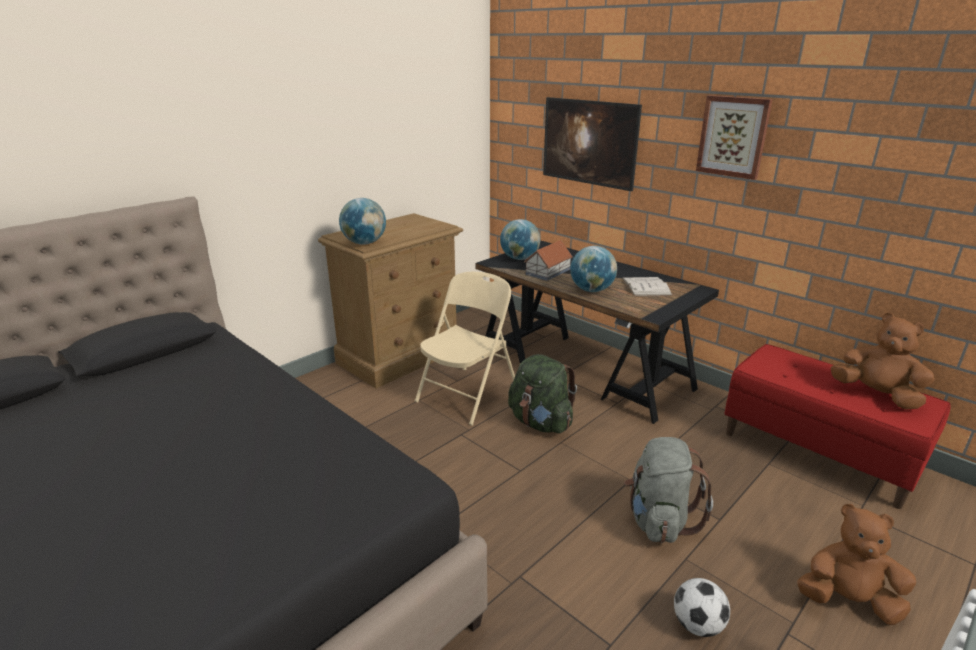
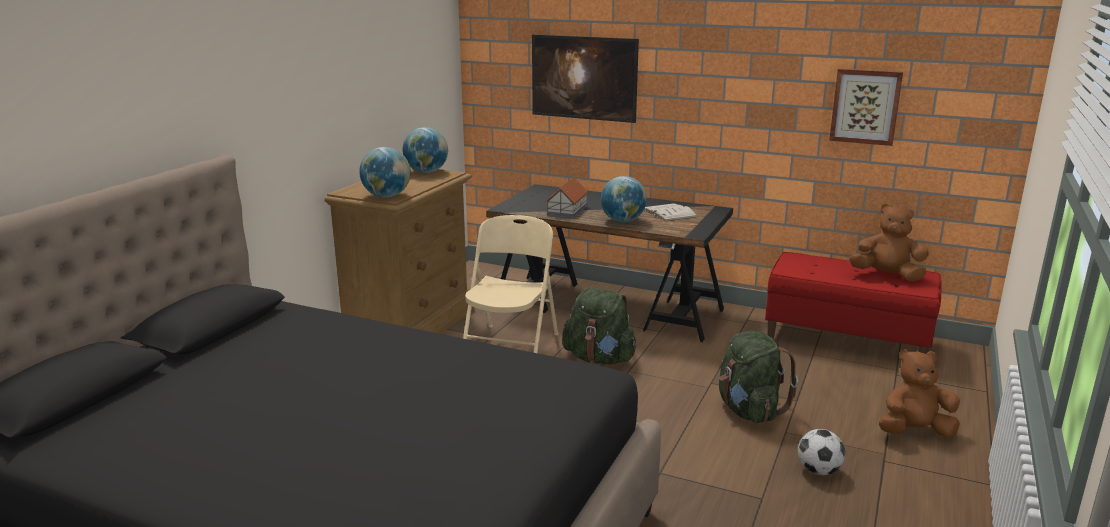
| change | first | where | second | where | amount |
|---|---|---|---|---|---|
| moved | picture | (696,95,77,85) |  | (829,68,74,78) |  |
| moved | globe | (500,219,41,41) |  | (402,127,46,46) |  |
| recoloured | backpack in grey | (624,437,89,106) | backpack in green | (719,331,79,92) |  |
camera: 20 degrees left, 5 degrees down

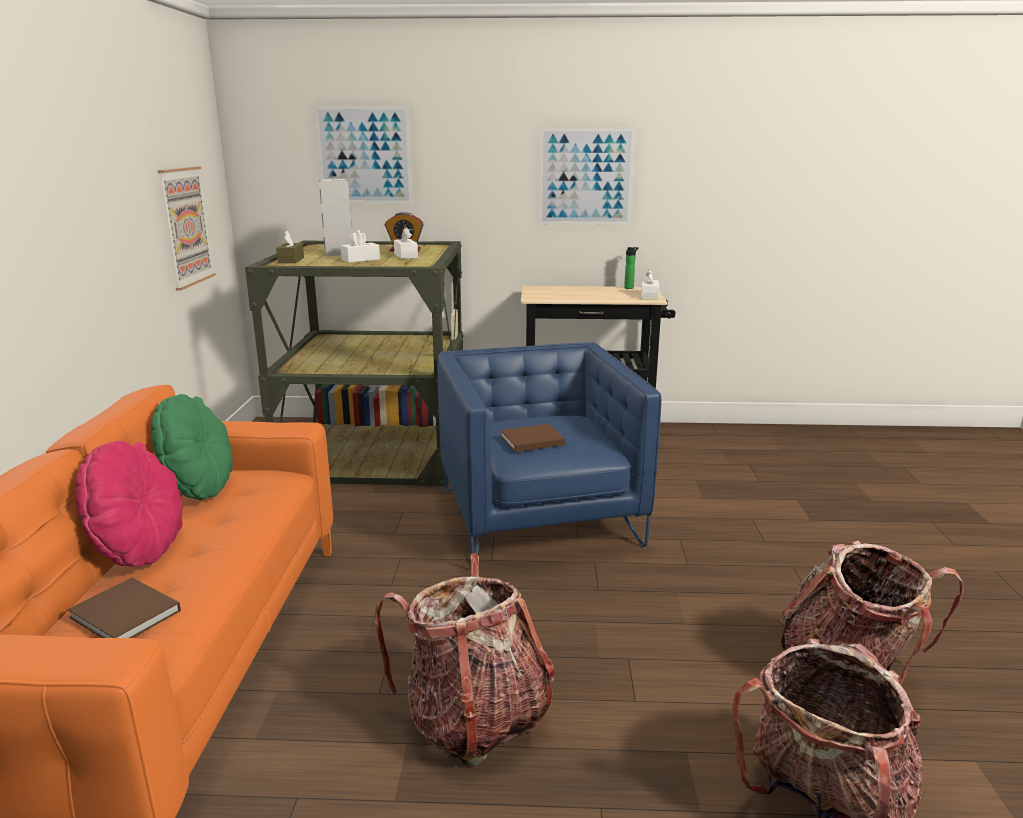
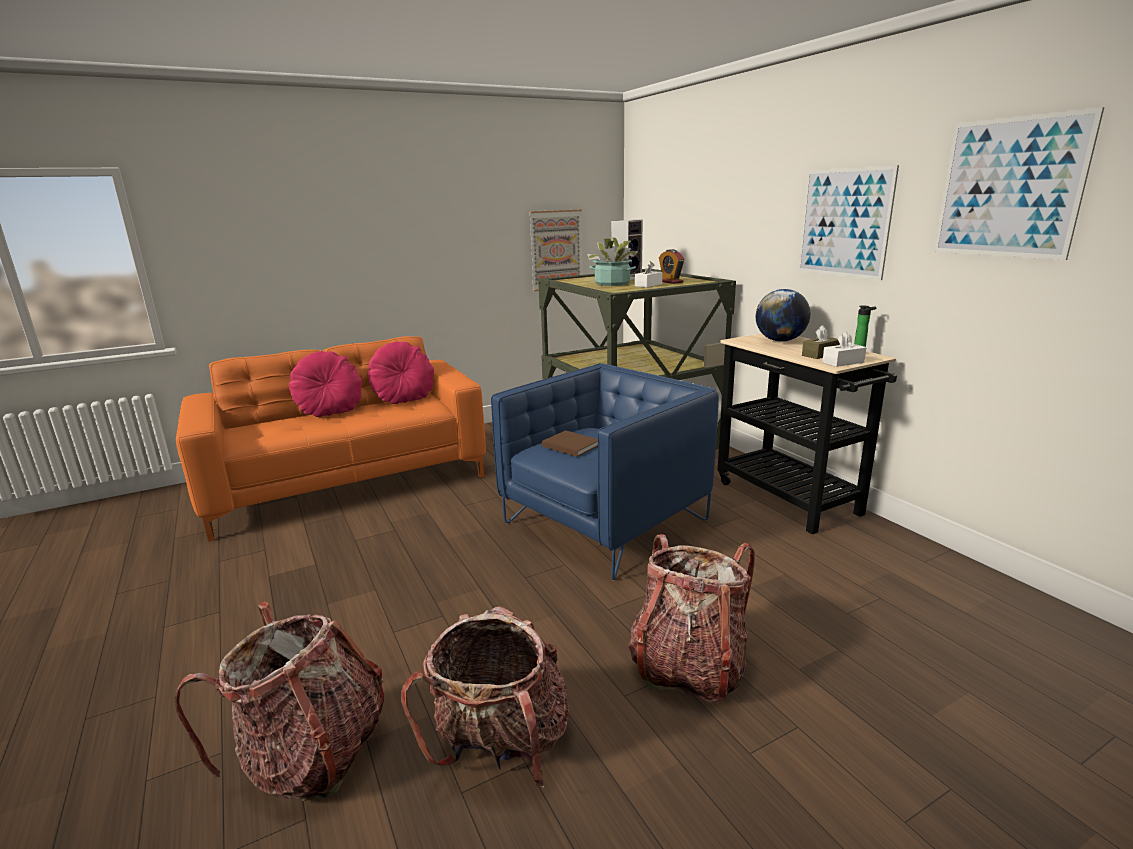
| change | first | where | second | where | amount |
|---|---|---|---|---|---|
| moved | picture | (314,106,99,98) |  | (933,107,171,153) |  |
| replaced | tissue box in white | (340,230,40,33) | potted plant | (587,237,51,49) |  |
| moved | tissue box in brown | (276,231,28,32) |  | (802,325,38,34) |  |
| recoloured | pillow in green | (151,394,82,106) | pillow in pink | (367,341,67,63) |  |
| moved | backpack | (375,553,179,213) |  | (628,534,127,168) |  |
| removed | book in brown | (67,578,114,60) |  |  |  |
| added |  |  | globe | (756,289,54,53) |  |
camera: 60 degrees right, 0 degrees up

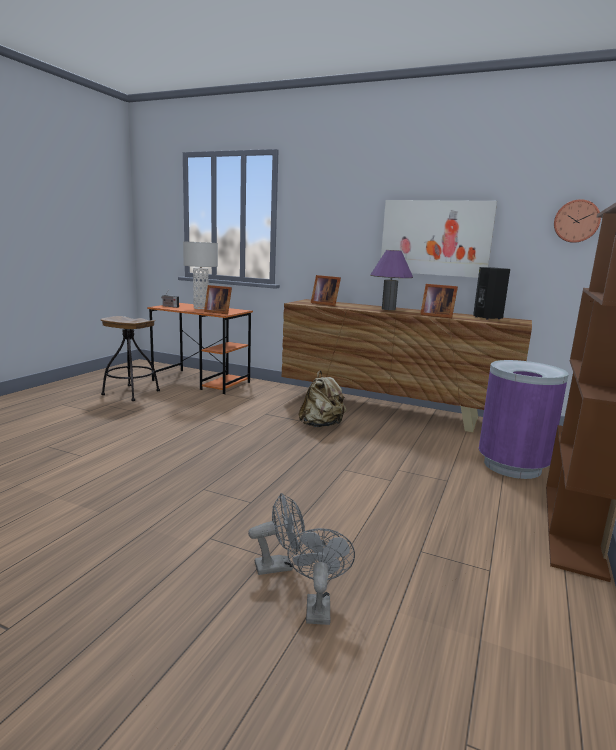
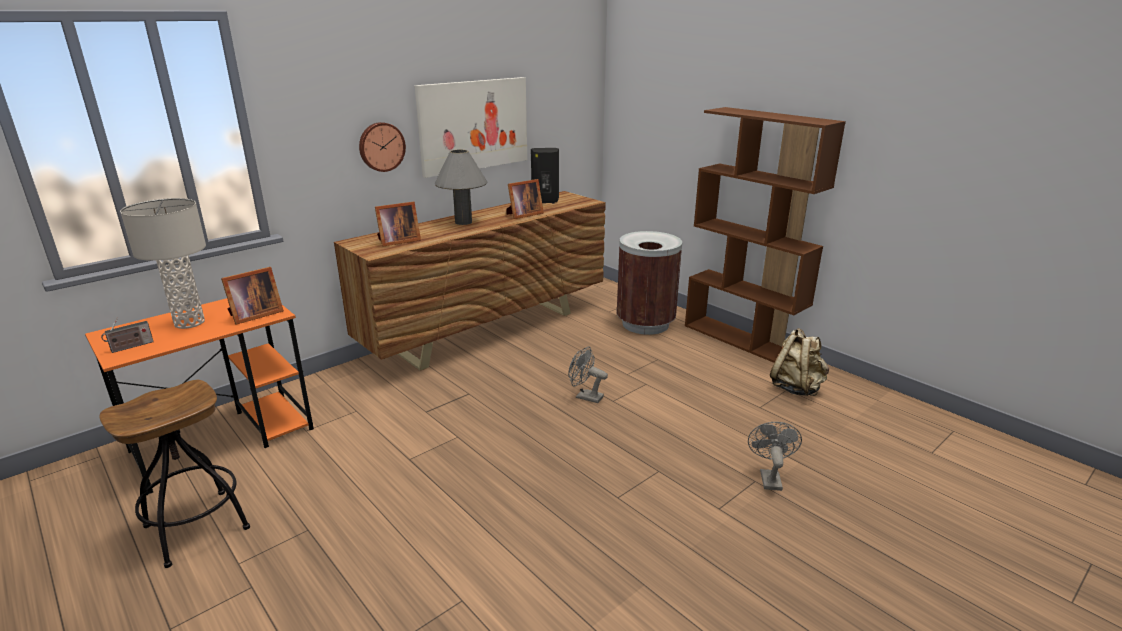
| change | first | where | second | where | amount |
|---|---|---|---|---|---|
| moved | wall clock | (554,199,47,44) |  | (359,122,47,50) |  |
| recoloured | table lamp in purple | (370,250,43,60) | table lamp in grey | (435,150,52,75) |  |
| recoloured | trash can in purple | (479,360,90,119) | trash can in brown | (617,231,65,104) |  |
| moved | backpack in beige | (299,371,47,56) |  | (770,328,59,68) |  |
| moved | fan in grey | (287,528,68,97) |  | (568,347,40,56) |  |
camera: 65 degrees left, 10 degrees up

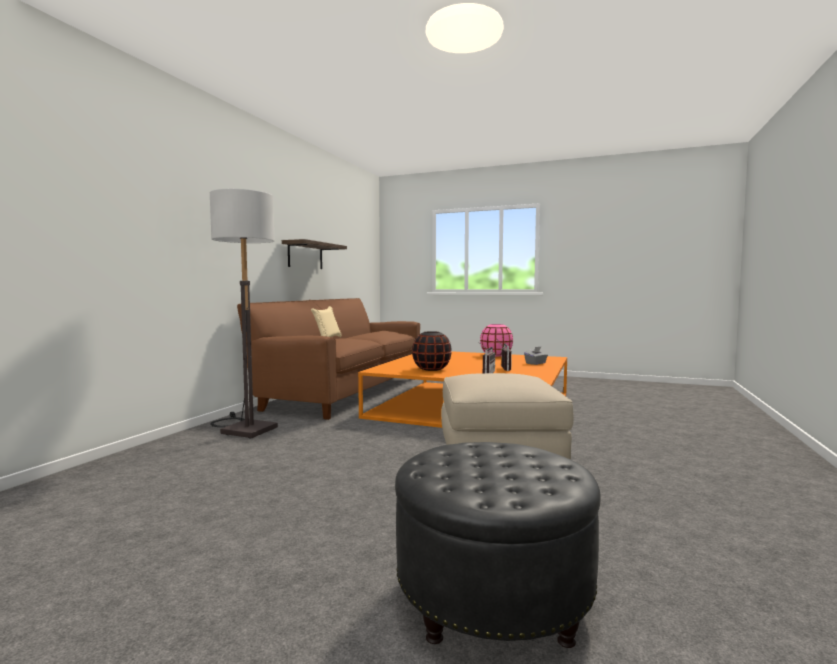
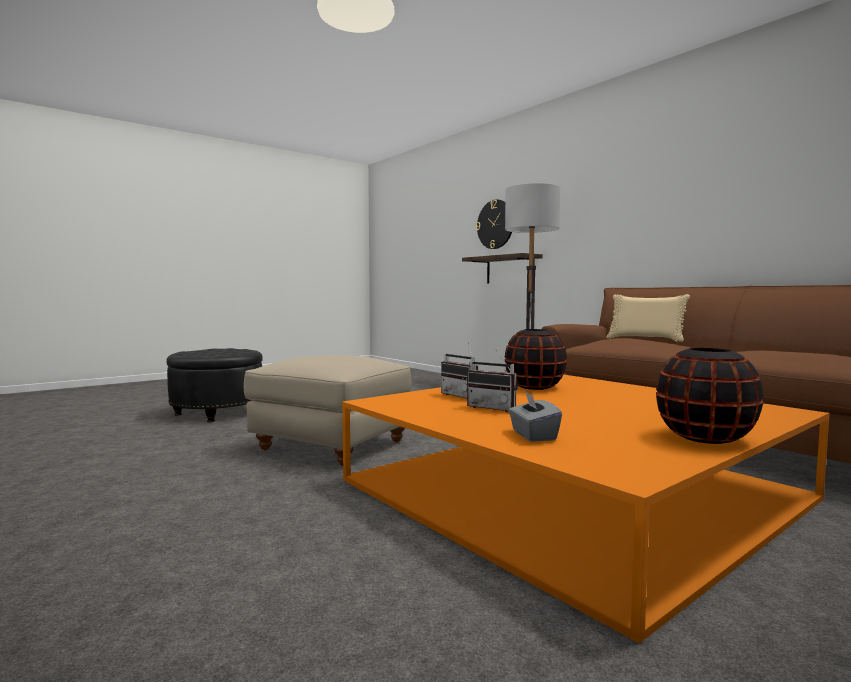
| change | first | where | second | where | amount |
|---|---|---|---|---|---|
| moved | shelf | (282,239,65,30) |  | (462,253,81,31) |  |
| recoloured | vase in pink | (480,324,33,32) | vase in black | (656,348,108,96) |  |
| added |  |  | wall clock | (476,200,36,49) |  |
camera: 120 degrees right, 0 degrees up

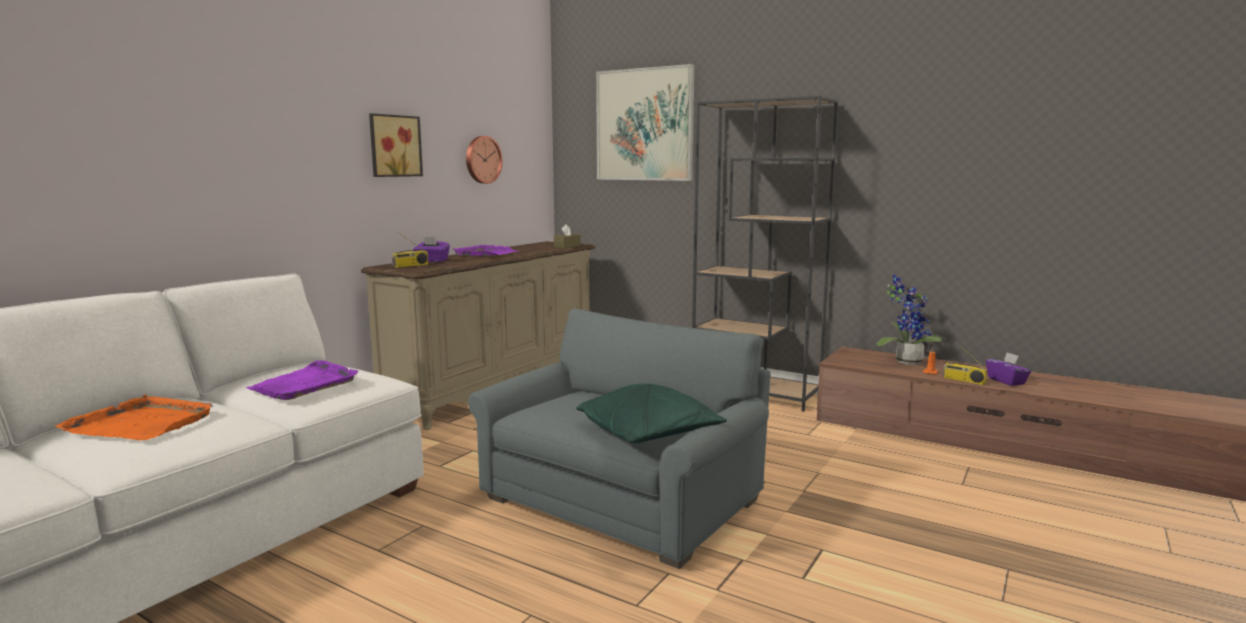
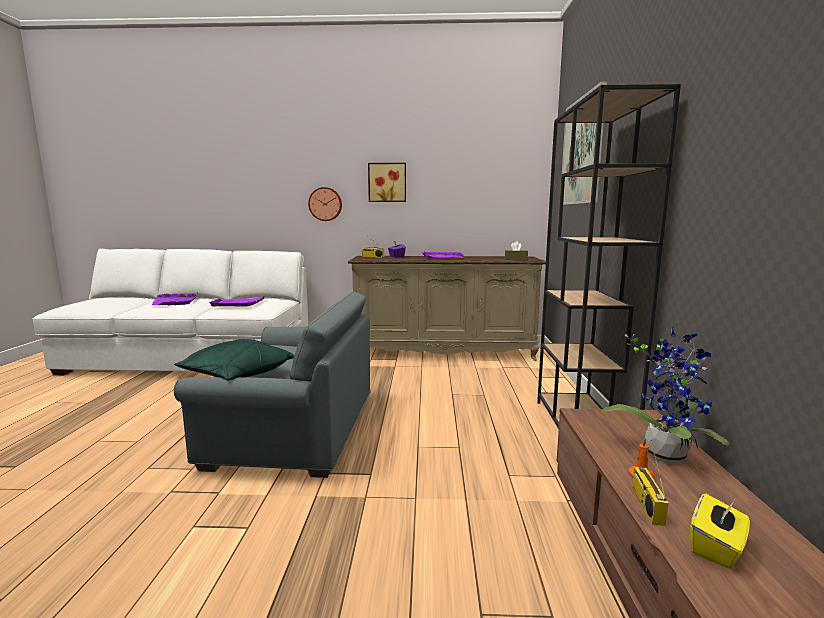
| change | first | where | second | where | amount |
|---|---|---|---|---|---|
| moved | wall clock | (466,136,36,48) |  | (308,187,34,34) |  |
| recoloured | tissue box in purple | (986,352,45,34) | tissue box in yellow | (690,494,60,75) |  |
| recoloured | tray in orange | (55,394,158,46) | tray in purple | (152,293,46,13) |  |
camera: 60 degrees right, 0 degrees up

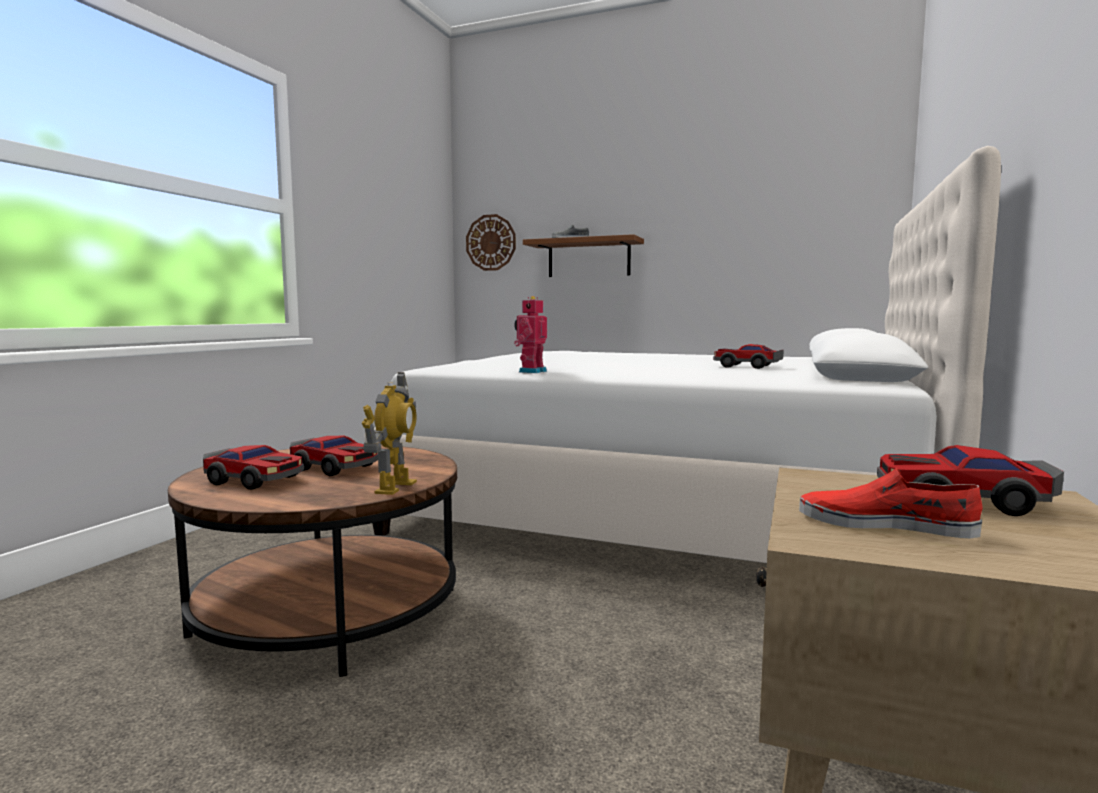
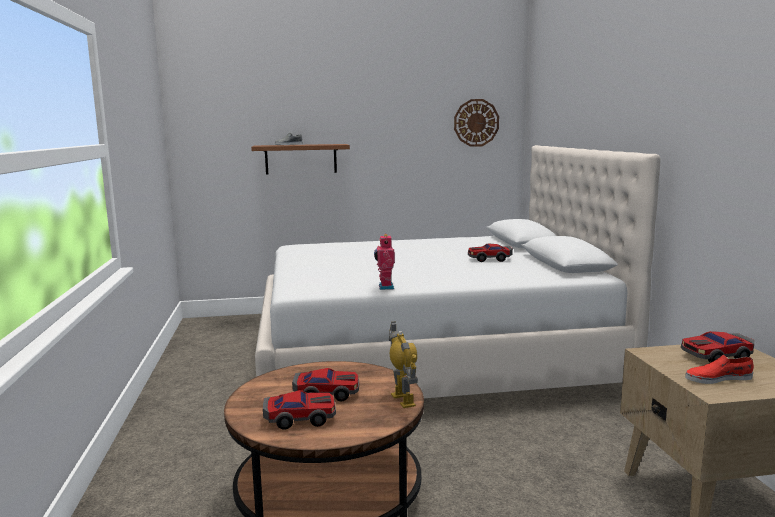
| change | first | where | second | where | amount |
|---|---|---|---|---|---|
| moved | wall clock | (466,214,50,57) |  | (454,99,45,48) |  |
camera: 30 degrees left, 5 degrees up

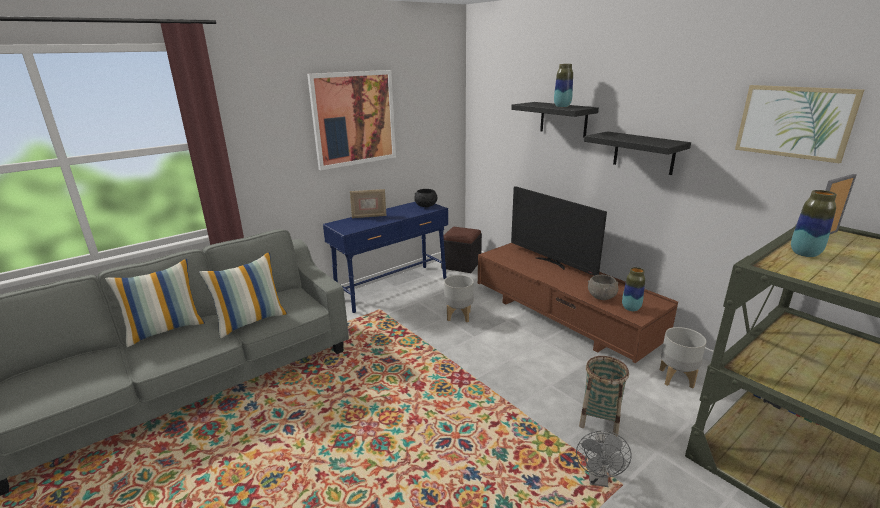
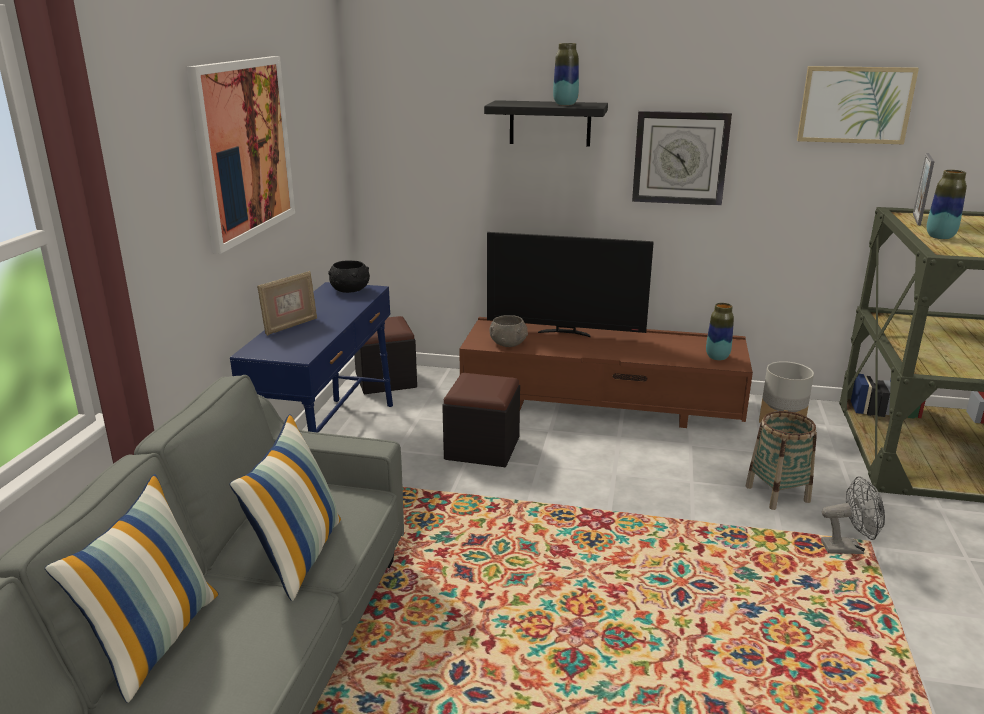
| change | first | where | second | where | amount |
|---|---|---|---|---|---|
| replaced | shelf in black | (584,131,107,44) | wall clock | (632,111,100,95) |  |
| replaced | planter in grey | (444,275,30,47) | ottoman in black | (442,373,78,94) |  |
| moved | bowl in grey | (588,275,30,25) |  | (489,315,39,32) |  |
| turned | fan in grey | (576,431,56,56) |  | (821,476,64,78) | 60 degrees counterclockwise |
camera: 40 degrees left, 0 degrees up

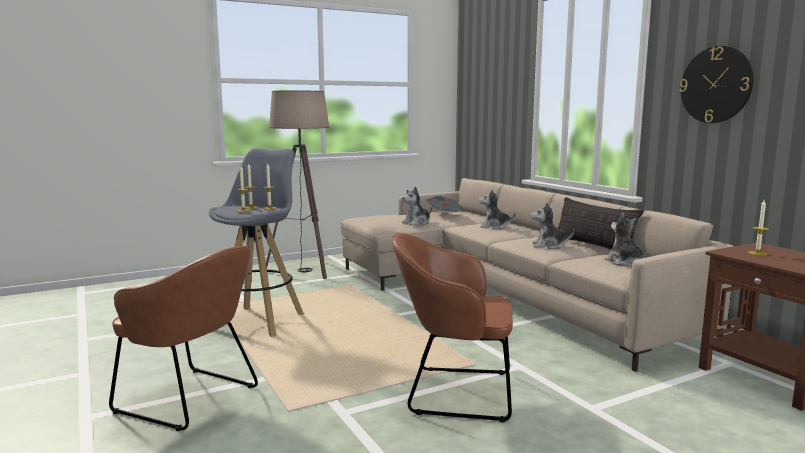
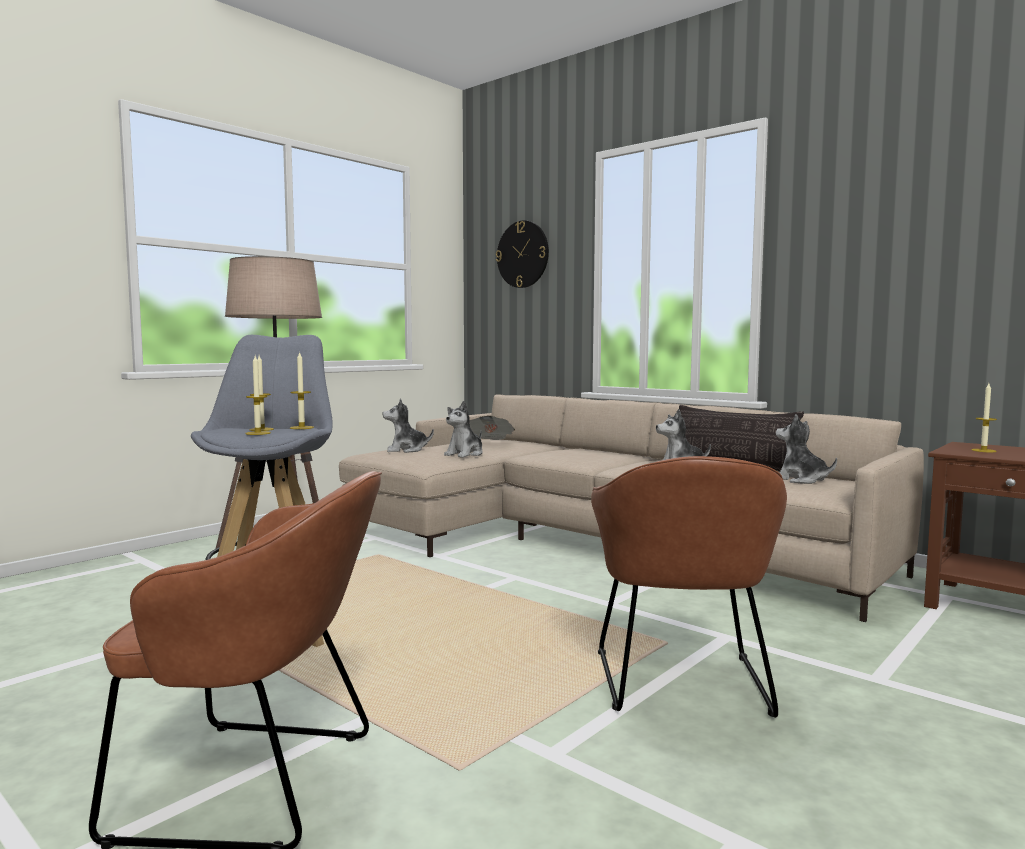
| change | first | where | second | where | amount |
|---|---|---|---|---|---|
| moved | wall clock | (680,46,73,77) |  | (496,220,53,68) |  |
| moved | plush toy | (479,189,37,40) |  | (382,398,52,55) |  |
| turned | armchair in brown | (392,233,121,190) |  | (591,456,196,262) | 75 degrees counterclockwise |
camera: 20 degrees left, 5 degrees down

